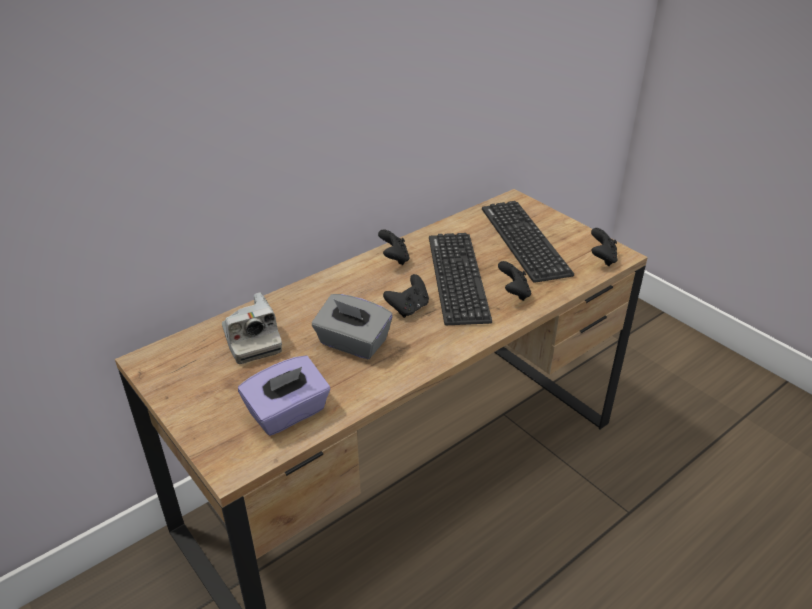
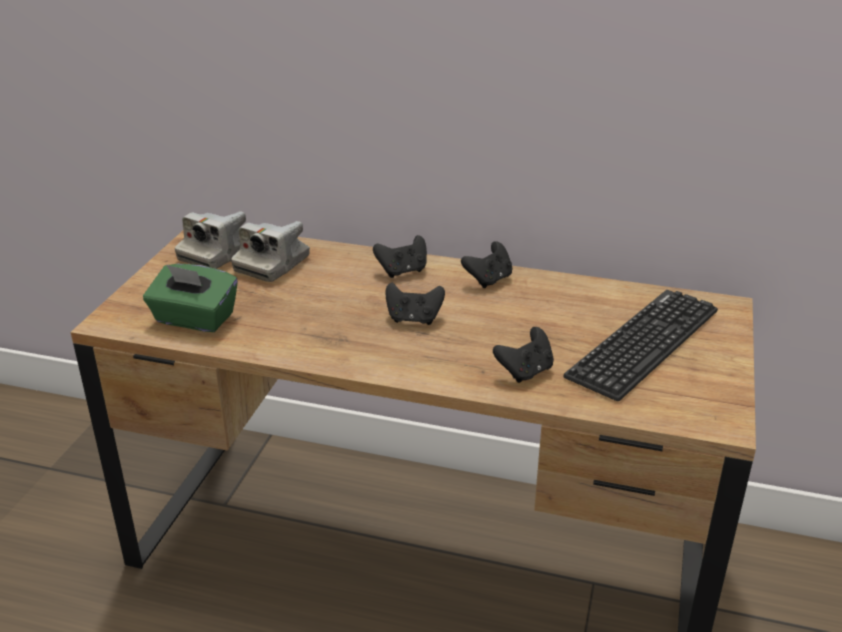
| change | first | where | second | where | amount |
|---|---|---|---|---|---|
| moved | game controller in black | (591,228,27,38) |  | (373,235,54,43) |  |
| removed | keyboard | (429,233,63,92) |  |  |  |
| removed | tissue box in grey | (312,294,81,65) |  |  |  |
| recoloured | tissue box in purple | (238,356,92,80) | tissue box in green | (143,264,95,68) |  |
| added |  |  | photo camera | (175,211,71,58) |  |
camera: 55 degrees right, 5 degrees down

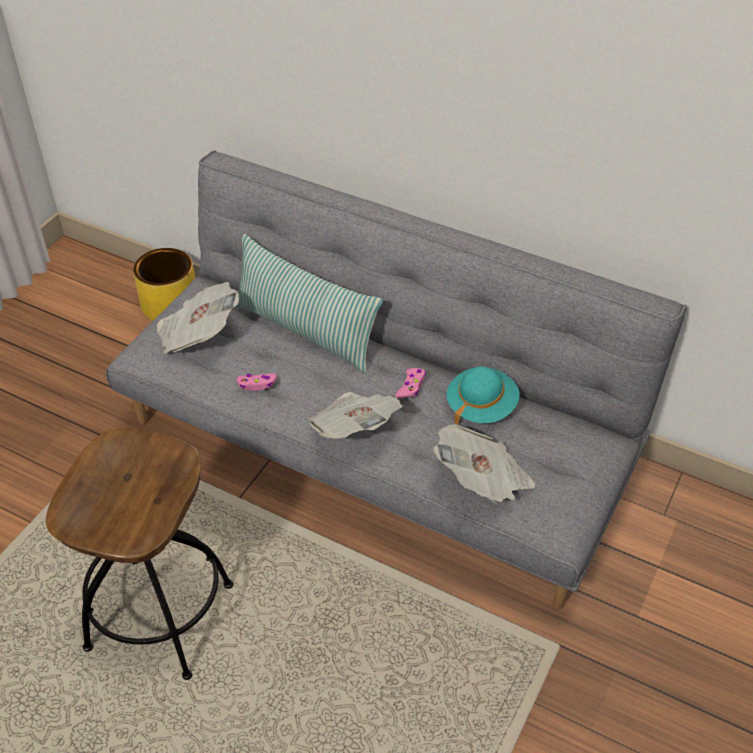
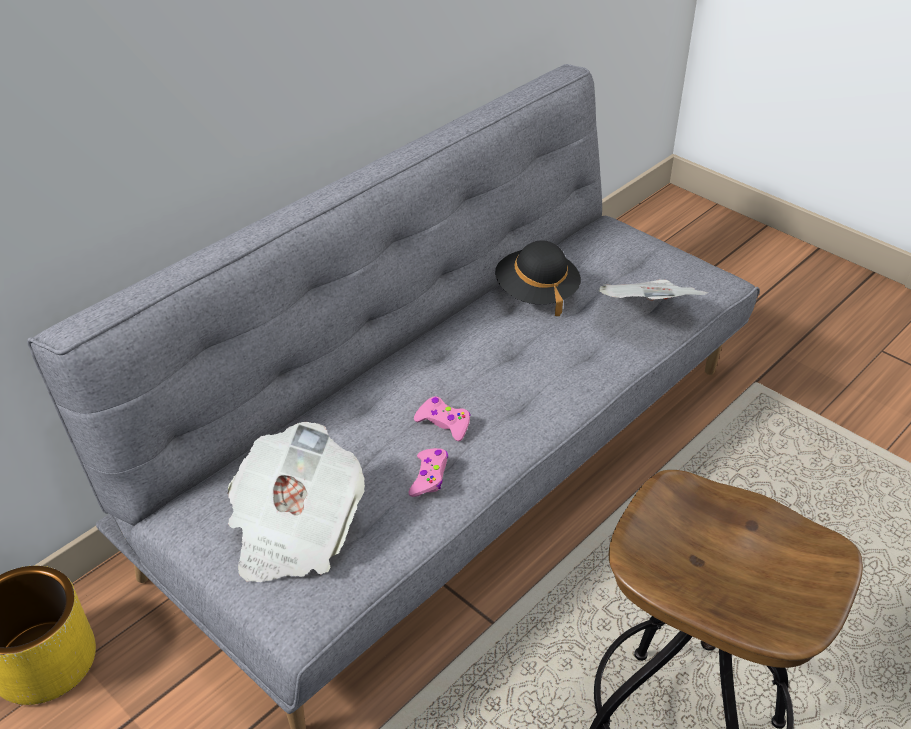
| change | first | where | second | where | amount |
|---|---|---|---|---|---|
| removed | pillow | (235,234,148,139) |  |  |  |
| recoloured | hat in turquoise | (446,367,73,58) | hat in black | (495,240,86,76) |  |
| moved | game controller in pink | (395,368,31,31) |  | (414,396,57,45) |  |
| removed | newspaper | (308,392,95,47) |  |  |  |
camera: 75 degrees left, 5 degrees down

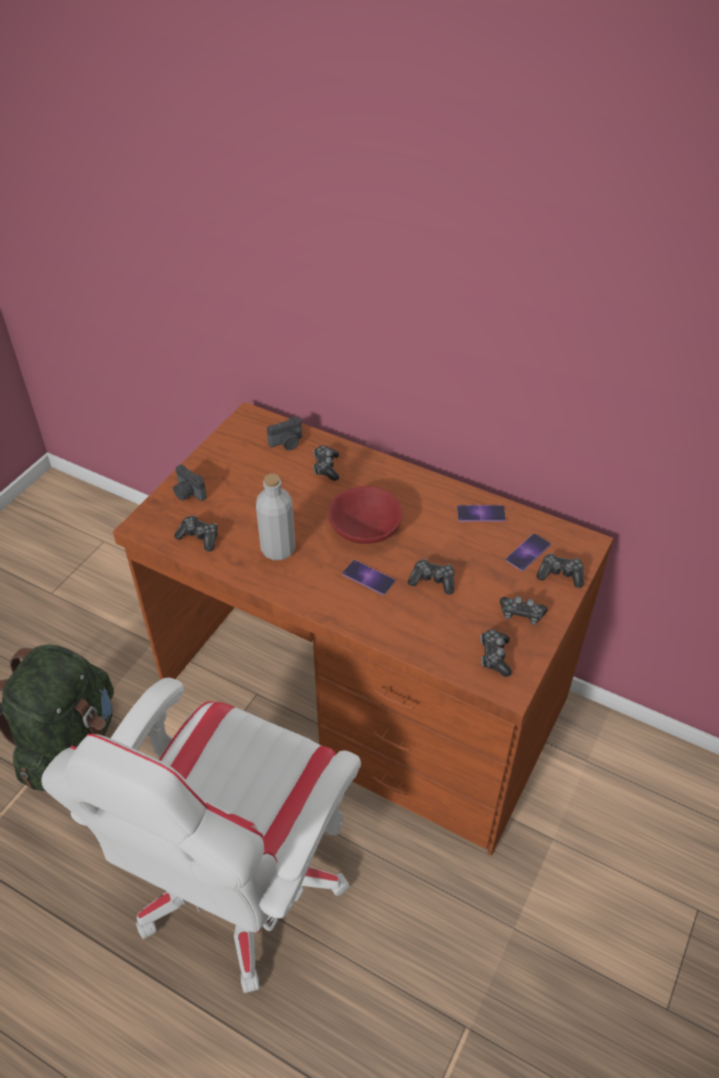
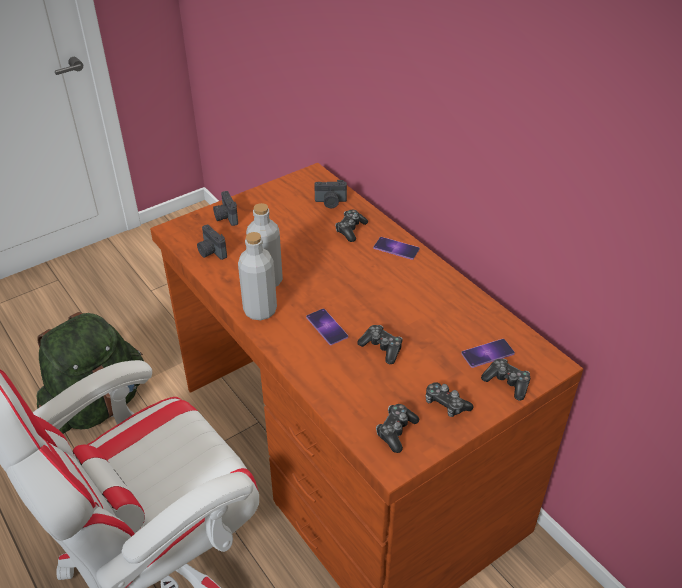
| change | first | where | second | where | amount |
|---|---|---|---|---|---|
| removed | bowl in red | (328,486,74,58) |  |  |  |
| moved | phone | (457,505,49,17) |  | (373,237,47,23) |  |
| replaced | game controller | (174,515,44,37) | photo camera | (197,225,30,35) |  |
| added |  |  | bottle in grey | (238,232,39,88) |  |
camera: 25 degrees right, 5 degrees down

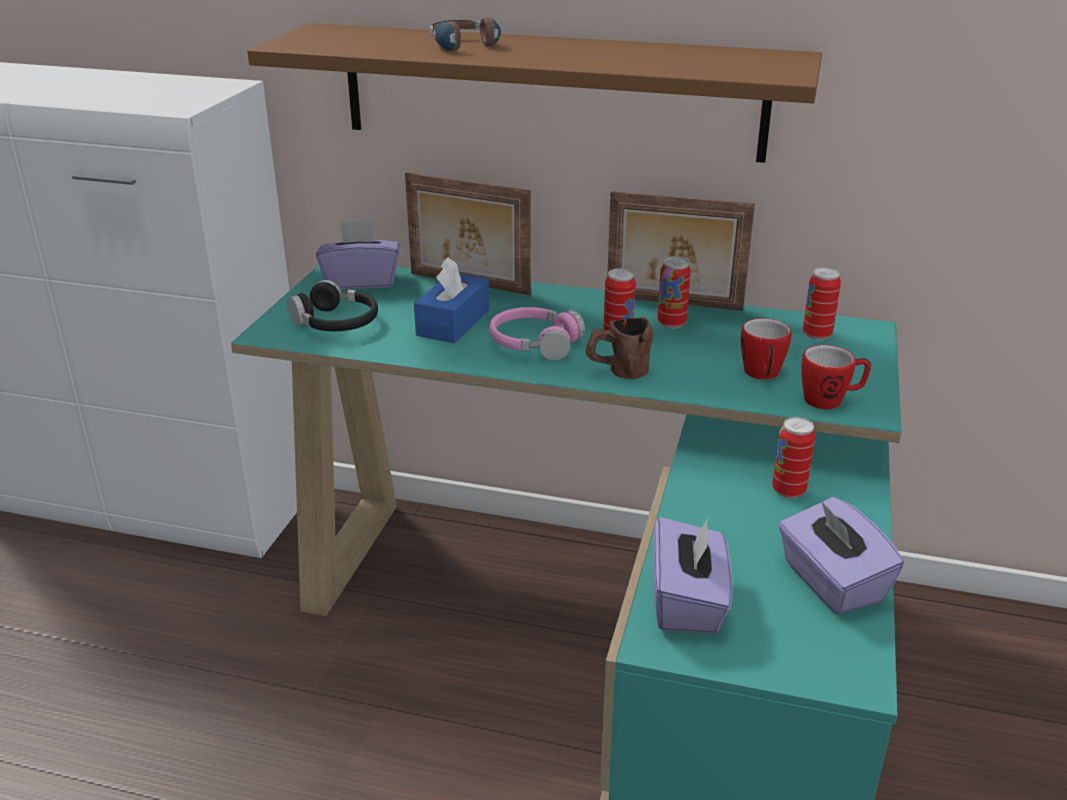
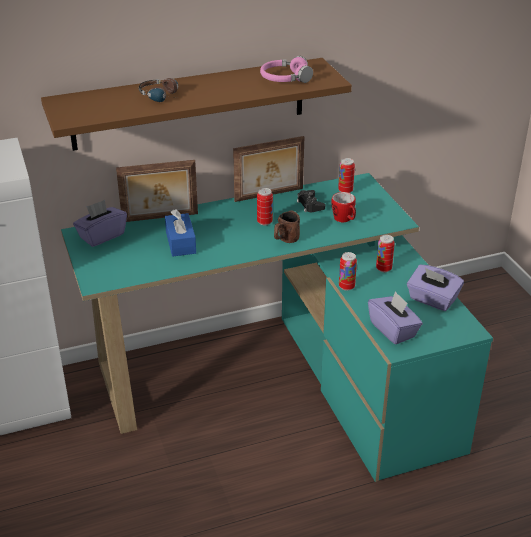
| change | first | where | second | where | amount |
|---|---|---|---|---|---|
| moved | can | (657,257,34,72) |  | (339,252,18,39) |  |
| removed | headphones in black | (288,280,90,51) |  |  |  |
| moved | headphones in pink | (489,307,96,54) |  | (260,56,53,27) |  |
| removed | mug | (801,345,70,64) |  |  |  |
| added |  |  | game controller in black | (297,190,28,22) |  |
camera: 35 degrees left, 5 degrees up

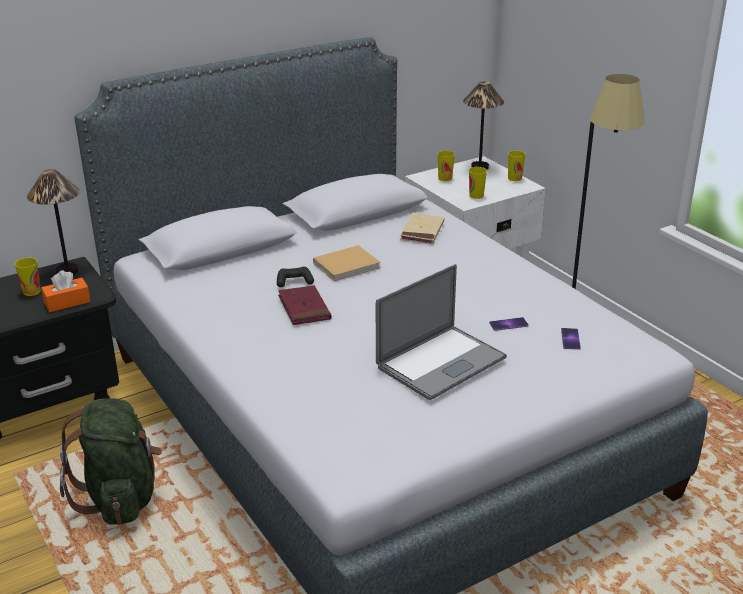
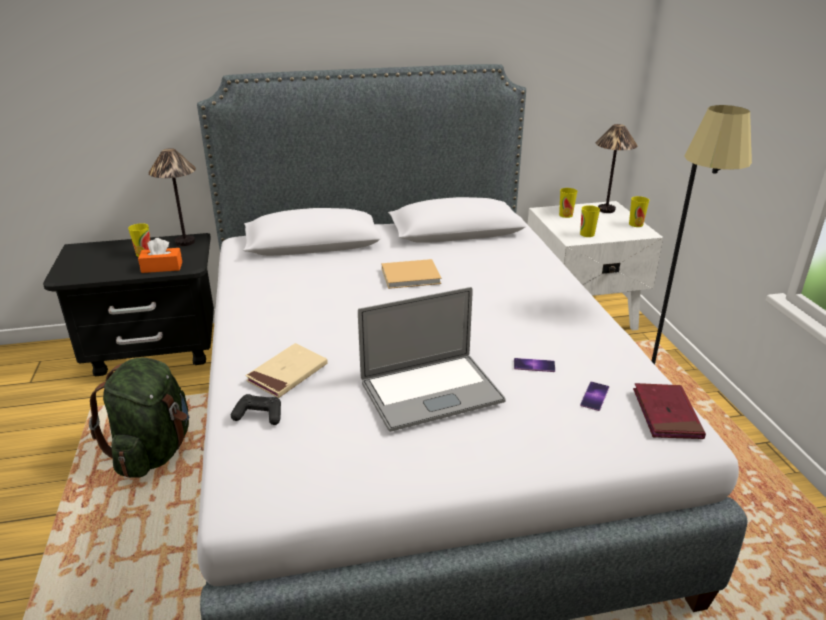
| change | first | where | second | where | amount |
|---|---|---|---|---|---|
| moved | book in beige | (400,213,45,31) |  | (246,343,82,55) |  |
| moved | game controller in black | (277,266,37,21) |  | (231,394,50,31) |  |
| moved | book in red | (278,285,53,40) |  | (633,383,73,56) |  |
camera: 20 degrees right, 0 degrees up

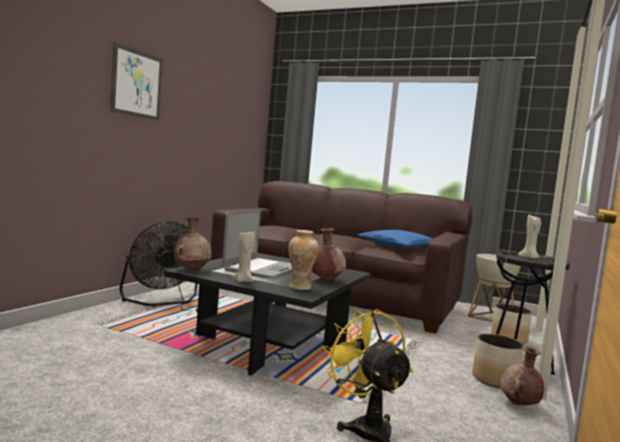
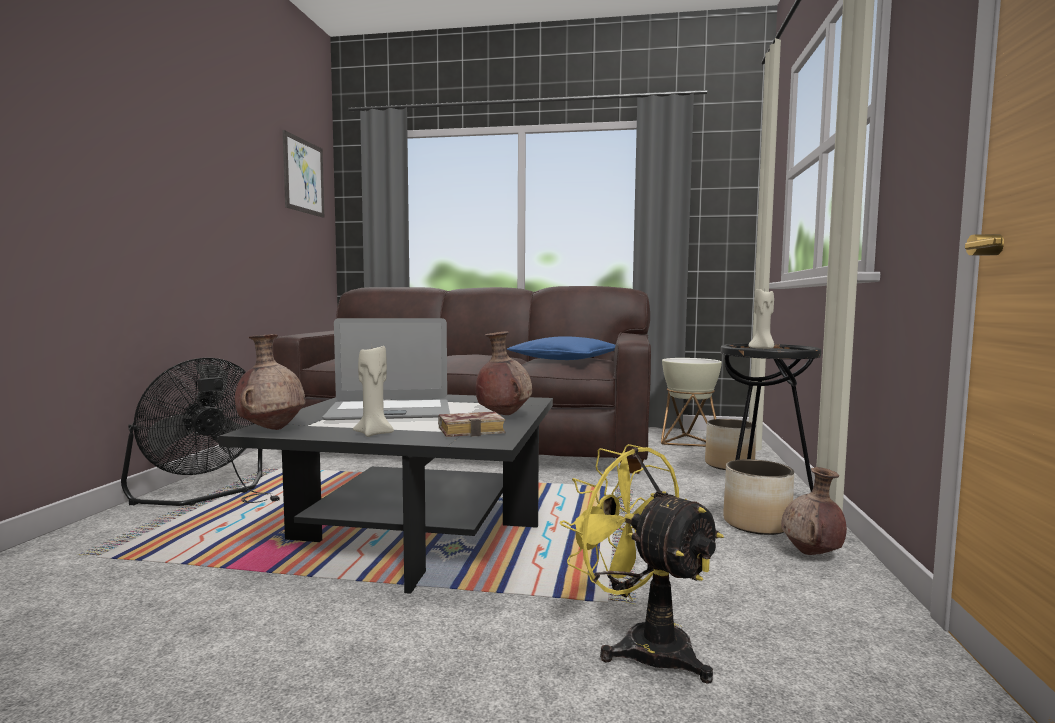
| change | first | where | second | where | amount |
|---|---|---|---|---|---|
| moved | picture | (110,42,53,79) |  | (283,130,41,88) |  |
| turned | laptop | (222,210,70,68) |  | (323,318,127,102) | 75 degrees clockwise |
| replaced | vase | (288,230,31,60) | book | (438,412,68,25) |  |
camera: 15 degrees left, 0 degrees up

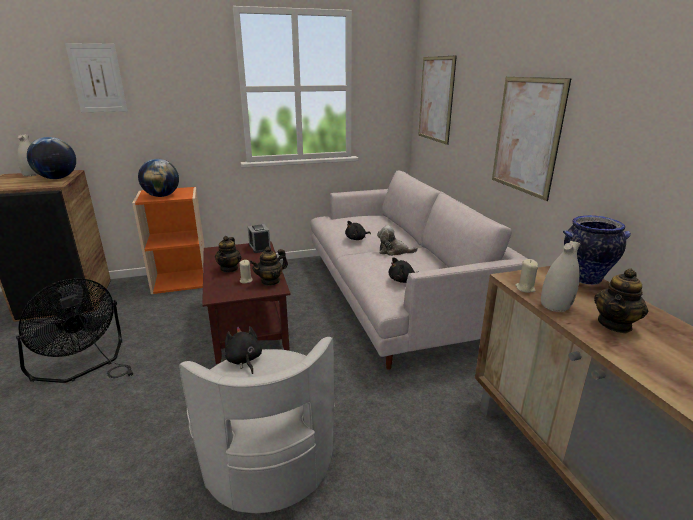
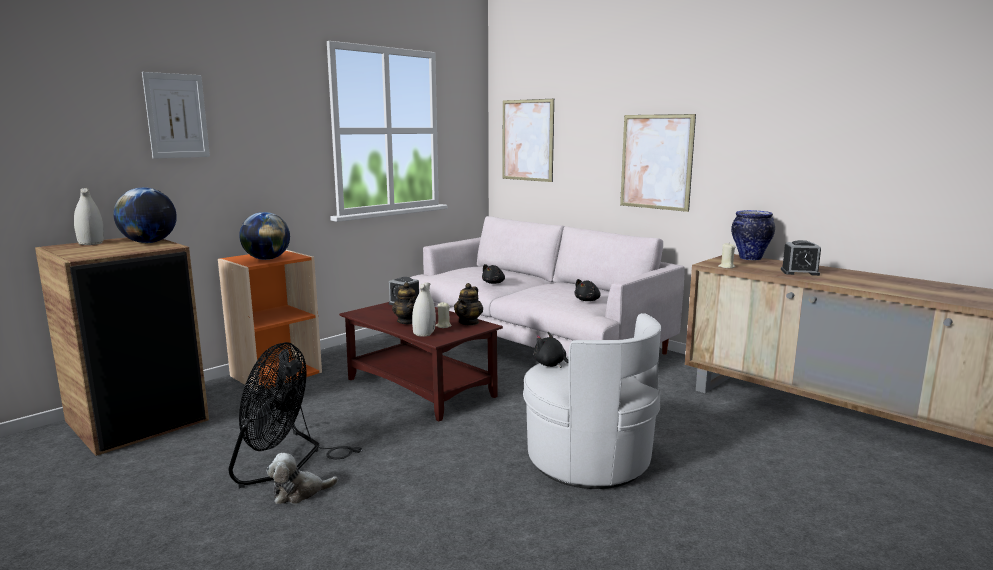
| change | first | where | second | where | amount |
|---|---|---|---|---|---|
| moved | plush toy | (377,226,41,30) |  | (266,453,72,51) |  |
| moved | vase in white | (541,241,39,71) |  | (412,283,24,54) |  |
| replaced | teapot | (594,268,54,65) | alarm clock | (781,240,40,36) |  |
camera: 30 degrees left, 10 degrees down

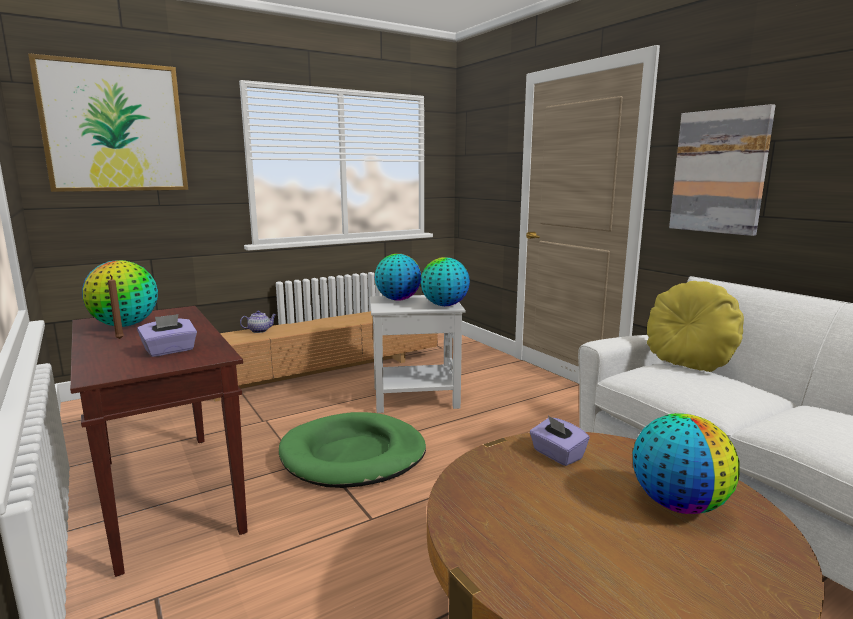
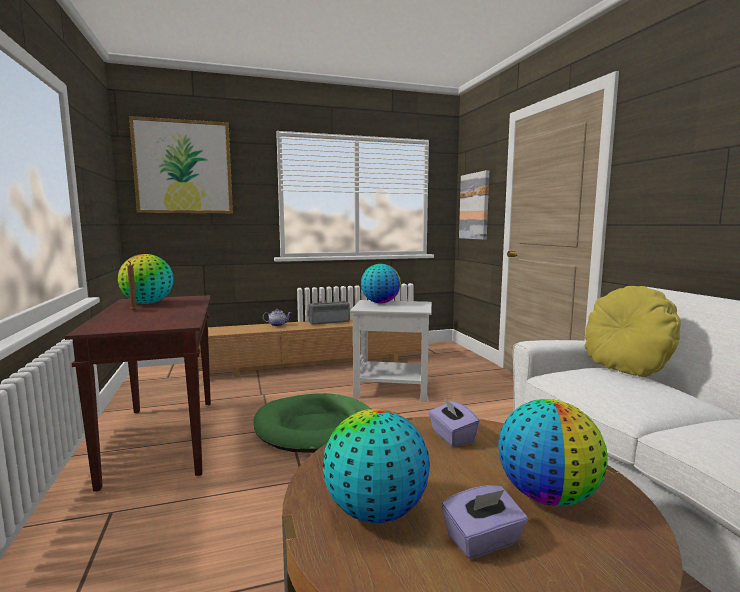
| change | first | where | second | where | amount |
|---|---|---|---|---|---|
| moved | picture | (669,104,107,132) |  | (459,170,30,70) |  |
| moved | globe | (421,257,49,49) |  | (323,409,107,114) |  |
| moved | tissue box in purple | (137,314,60,43) |  | (442,485,86,74) |  |
| added |  |  | radio | (307,301,43,24) |  |
camera: 15 degrees right, 5 degrees down

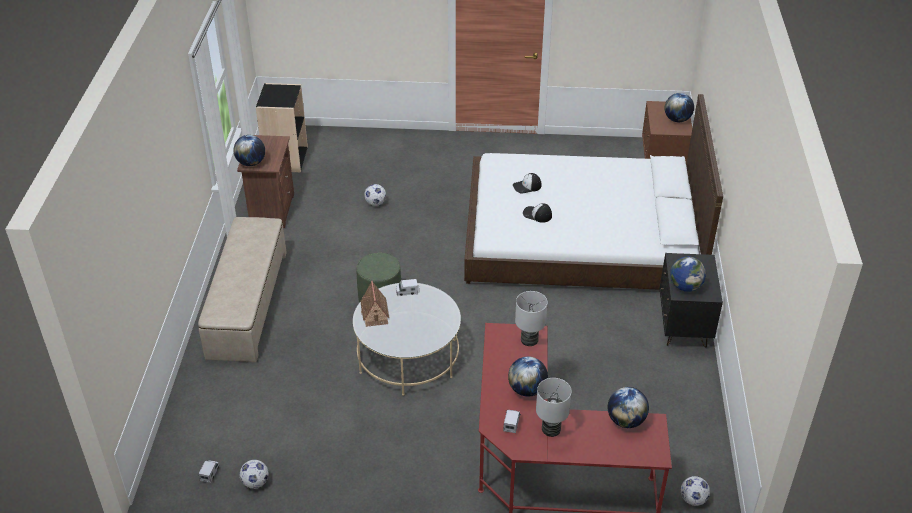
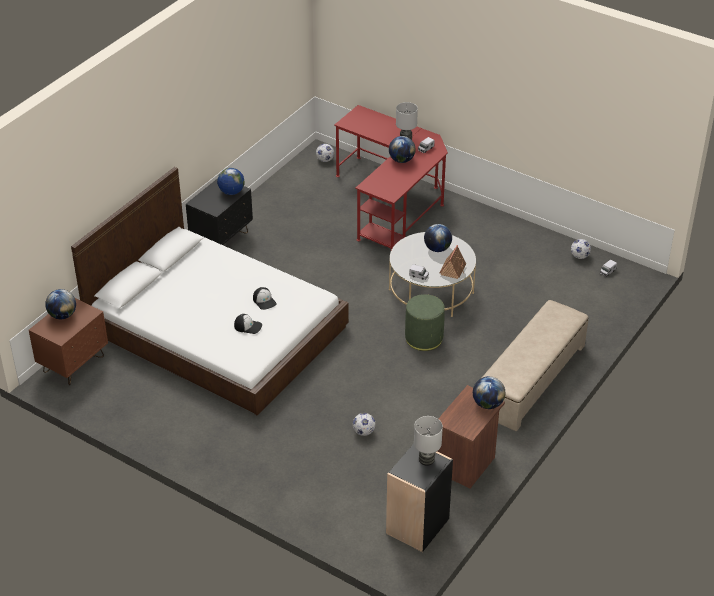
| change | first | where | second | where | amount |
|---|---|---|---|---|---|
| moved | table lamp in grey | (515,291,33,55) |  | (414,416,29,50) |  |
| moved | globe | (608,387,41,41) |  | (424,224,28,28) |  |
camera: 150 degrees left, 0 degrees up

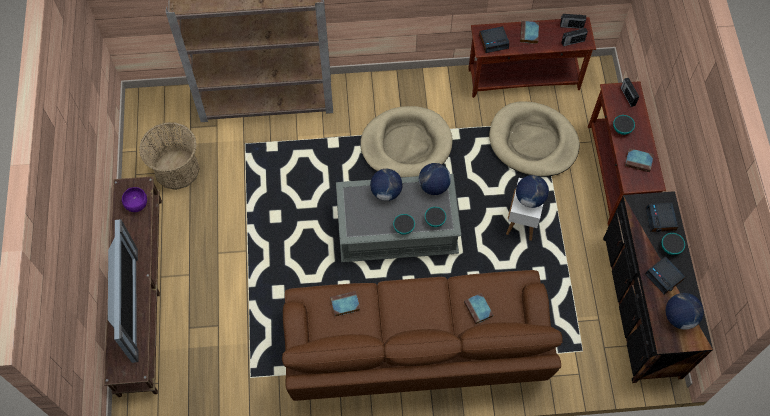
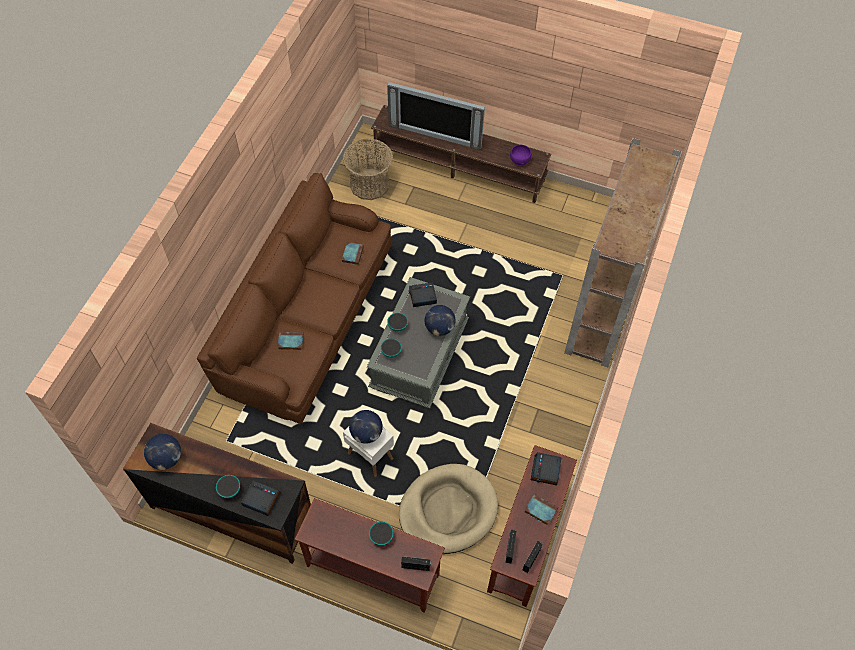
| change | first | where | second | where | amount |
|---|---|---|---|---|---|
| removed | dog bed in beige | (360,106,92,71) |  |  |  |
| moved | basket | (139,122,61,68) |  | (343,139,50,61) |  |
| removed | book | (625,148,29,24) |  |  |  |
| removed | globe | (419,163,32,32) |  |  |  |
| moved | alarm clock | (645,257,40,38) |  | (409,282,28,25) |  |
camera: 115 degrees right, 5 degrees down

